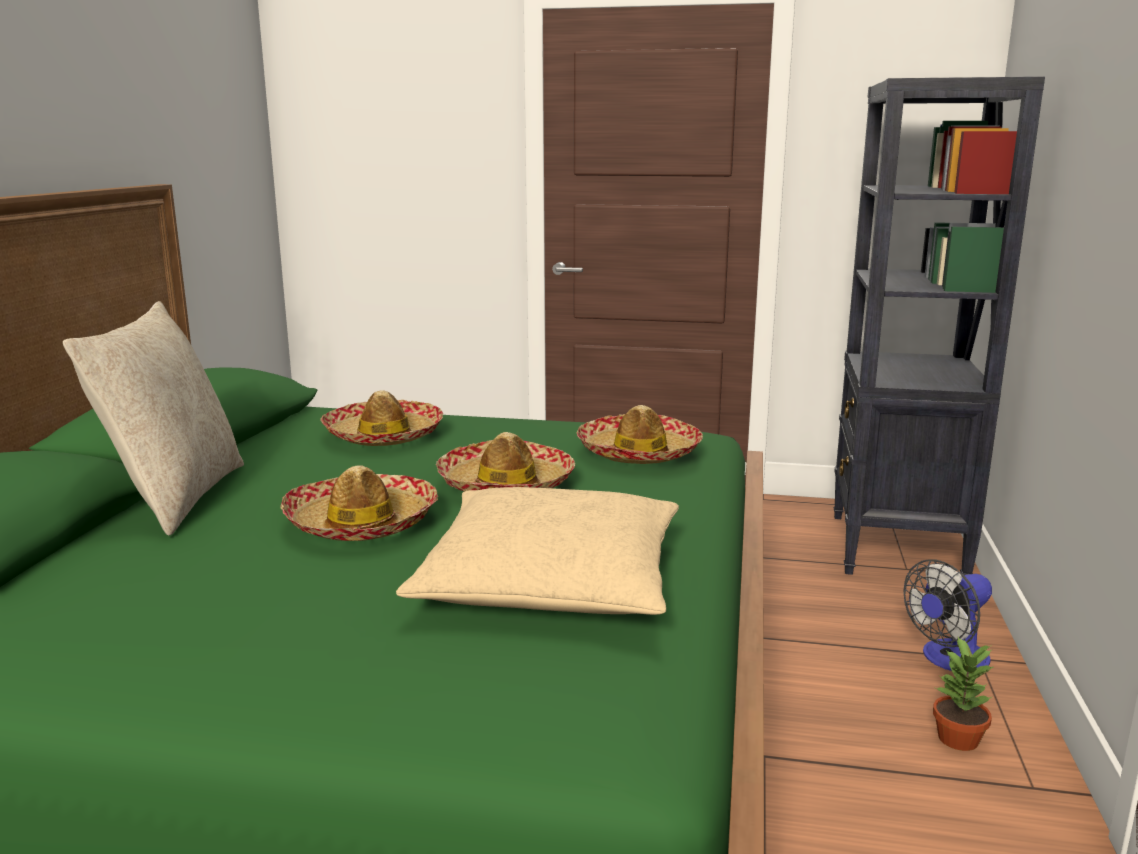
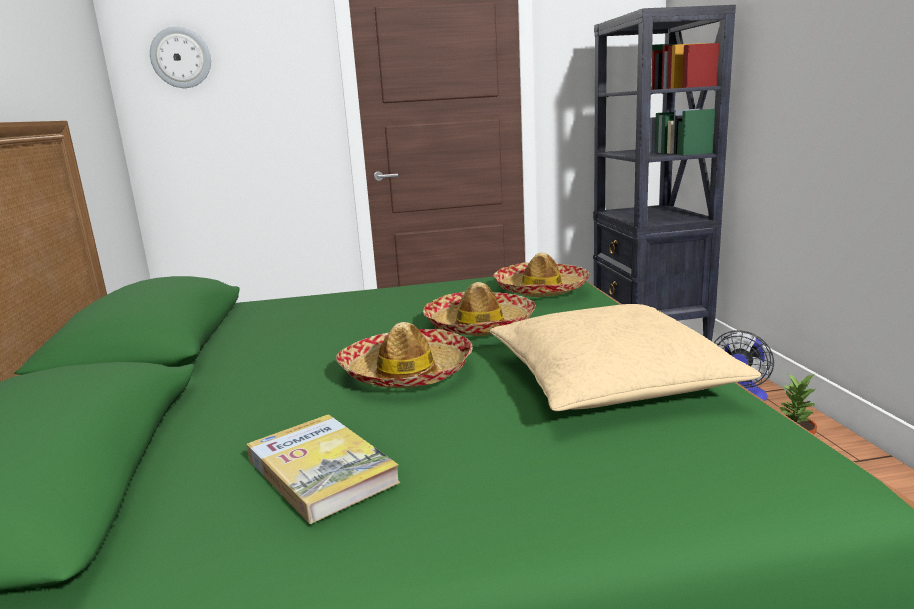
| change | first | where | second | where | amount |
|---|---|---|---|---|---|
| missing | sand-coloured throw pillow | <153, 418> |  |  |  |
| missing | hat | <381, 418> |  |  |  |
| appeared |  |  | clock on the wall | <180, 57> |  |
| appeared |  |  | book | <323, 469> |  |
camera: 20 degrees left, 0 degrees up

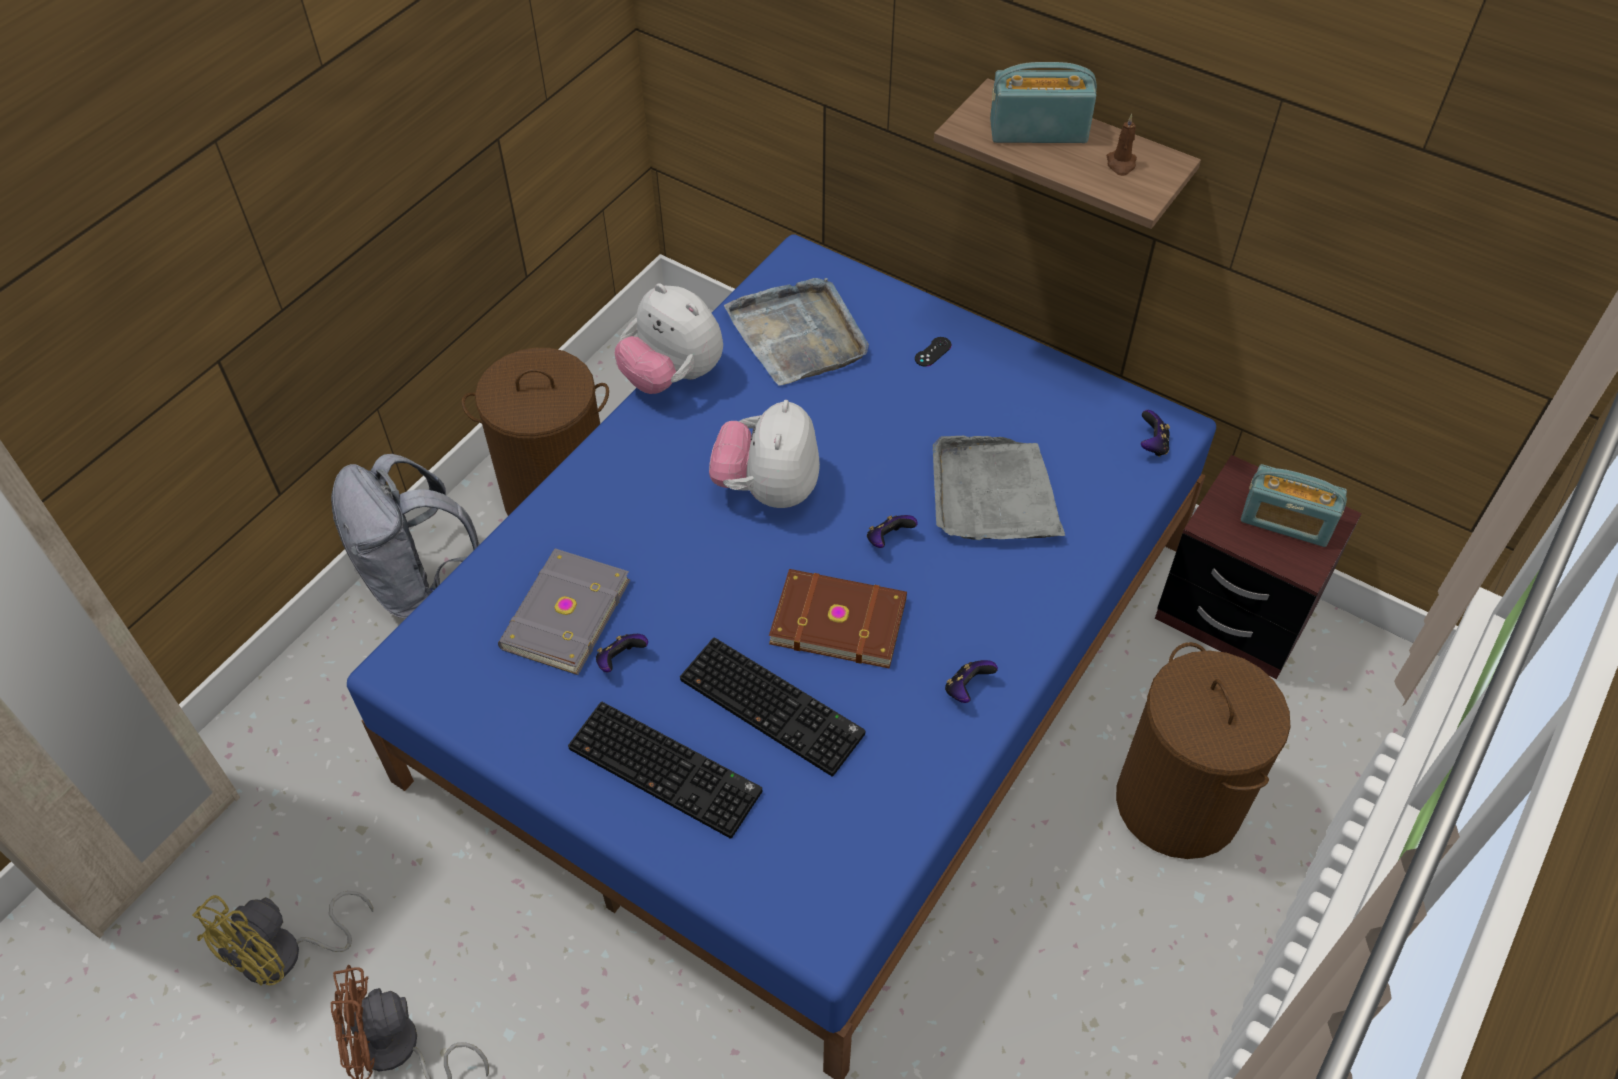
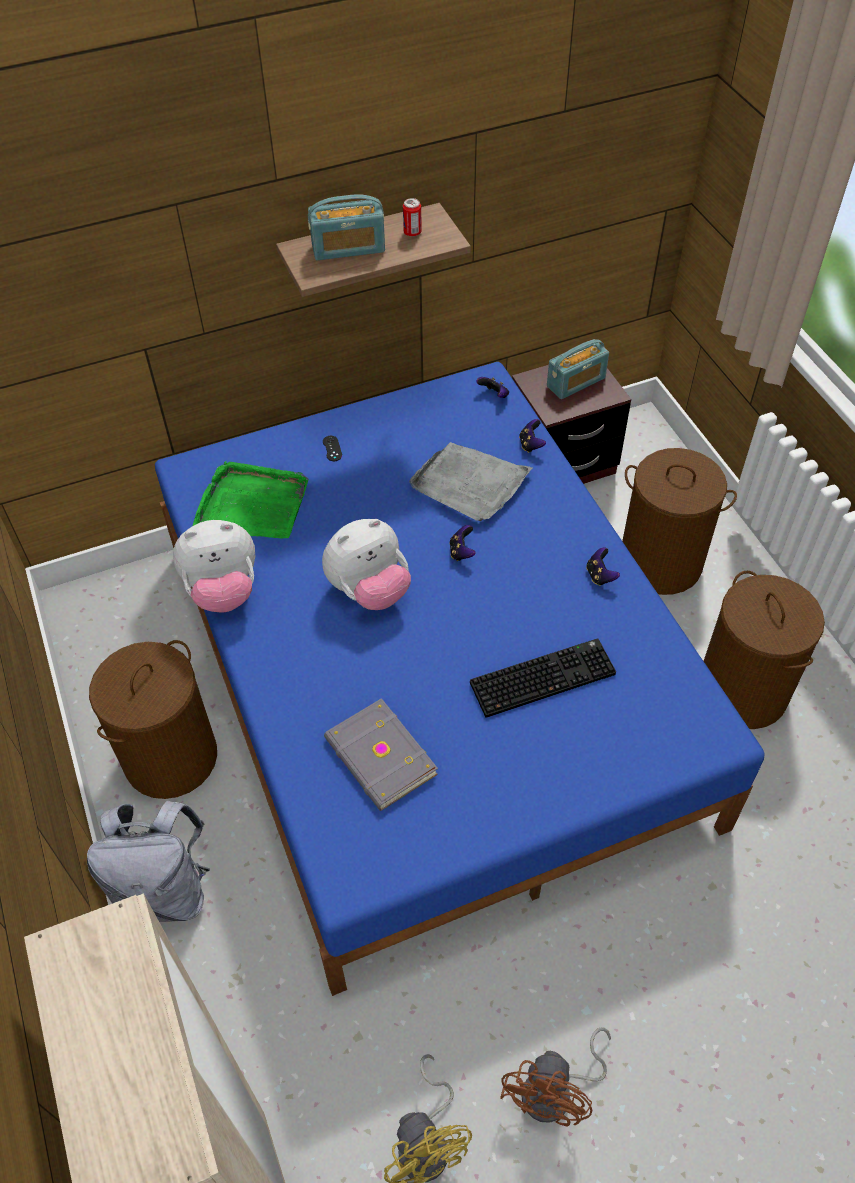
| change | first | where | second | where | amount |
|---|---|---|---|---|---|
| spun | radio receiver | <1043, 102> |  | <346, 227> | 135 degrees counterclockwise |
| exchanged | brownish wax candle | <1122, 145> | sealed can | <412, 217> |  |
| colour | greyish carrying tray | <796, 332> | green-coloured carrying tray | <251, 500> |  |
| spun | soft toy | <764, 454> |  | <366, 564> | 75 degrees counterclockwise |
| missing | brownish book | <838, 619> |  |  |  |
| relocated | game controller | <622, 653> |  | <532, 436> |  |
| missing | PC keyboard | <665, 770> |  |  |  |
| appeared |  |  | brownish hamper | <764, 650> |  |
camera: 55 degrees left, 0 degrees up

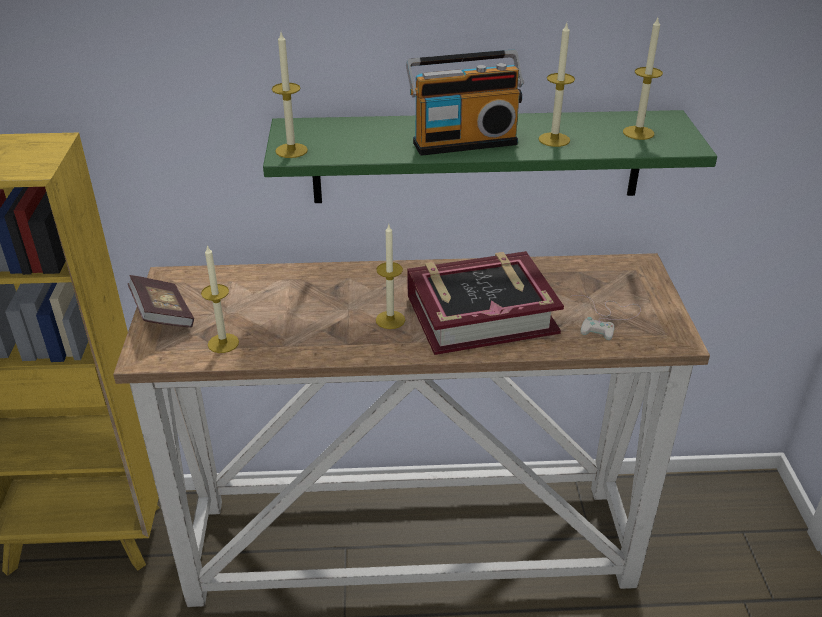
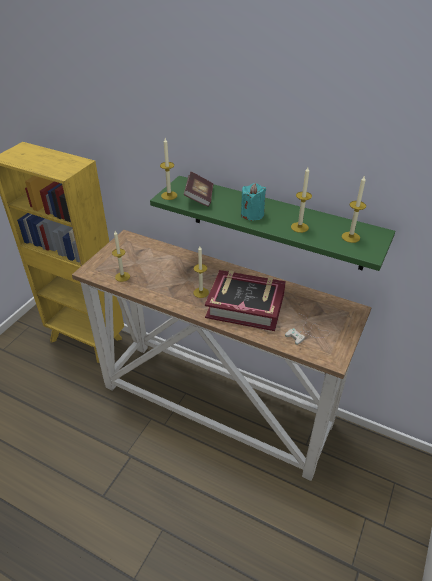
| change | first | where | second | where | amount |
|---|---|---|---|---|---|
| exchanged | radio receiver | <465, 102> | turquoise-coloured wax candle | <253, 202> |  |
| relocated | book | <161, 301> |  | <199, 189> |  |
camera: 30 degrees right, 5 degrees up

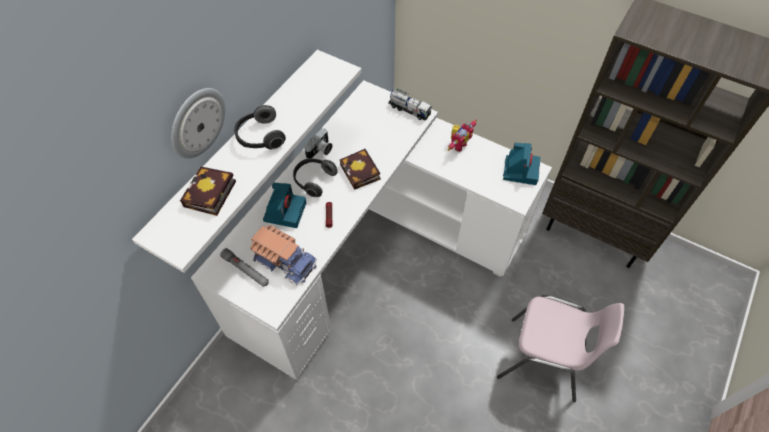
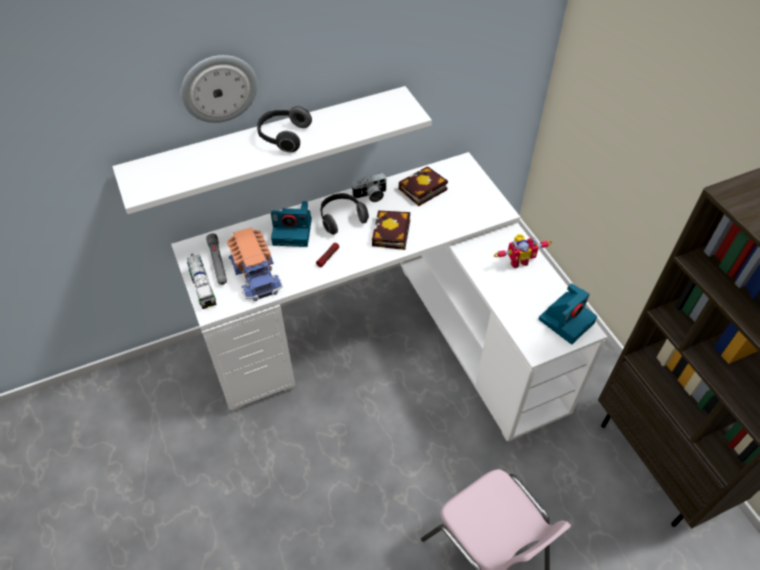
| change | first | where | second | where | amount |
|---|---|---|---|---|---|
| relocated | toy truck | <410, 104> |  | <202, 281> |  |
| relocated | book | <208, 191> |  | <423, 186> |  |
| spun | still camera | <284, 205> |  | <291, 224> | 45 degrees clockwise |
camera: 35 degrees right, 5 degrees down

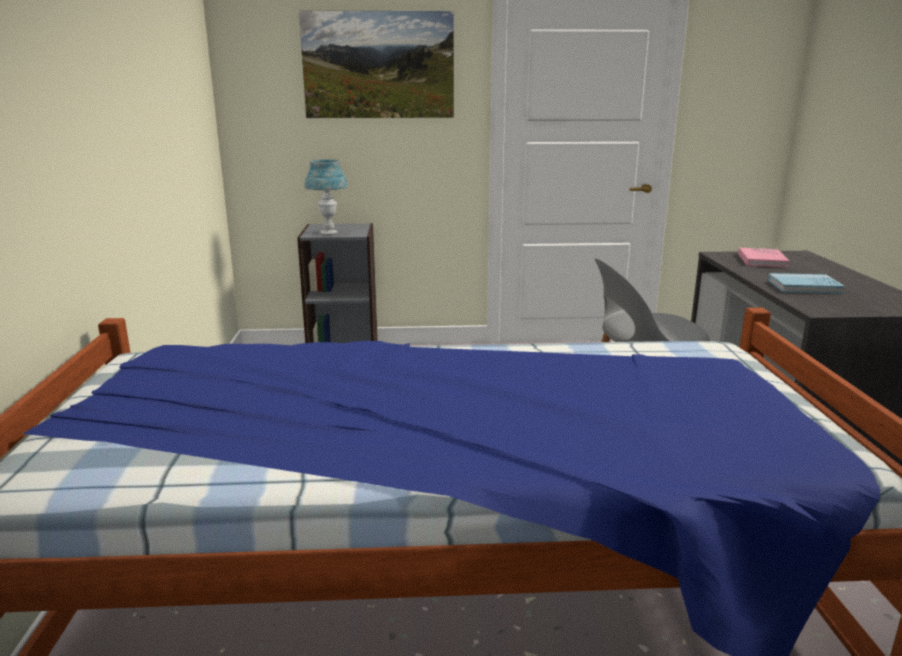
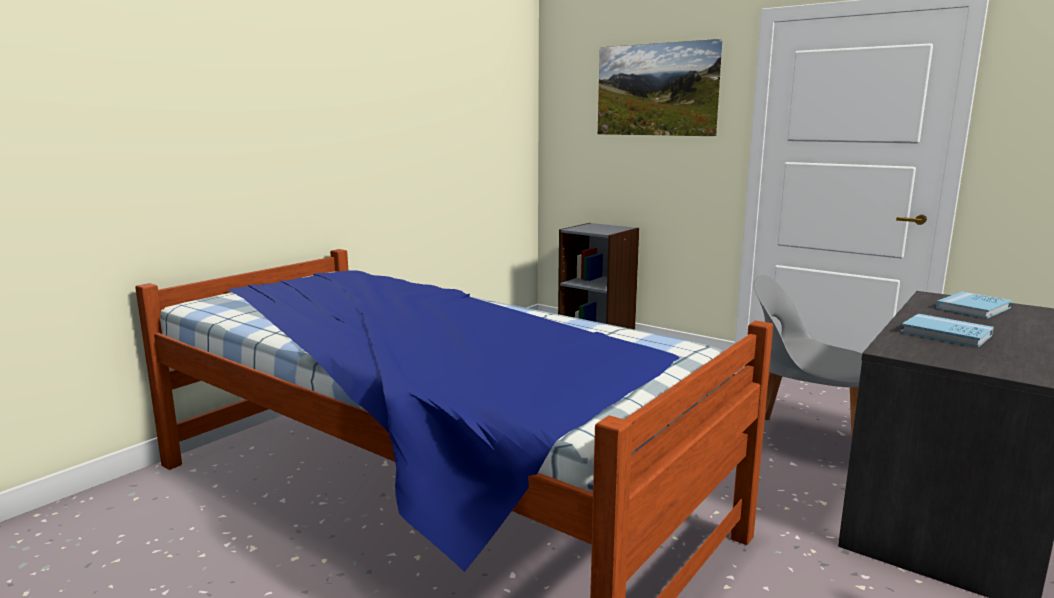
| change | first | where | second | where | amount |
|---|---|---|---|---|---|
| missing | blue tabletop lamp | <326, 197> |  |  |  |
| colour | pink-coloured book | <763, 258> | blue book | <974, 305> |  |
camera: 40 degrees right, 5 degrees down

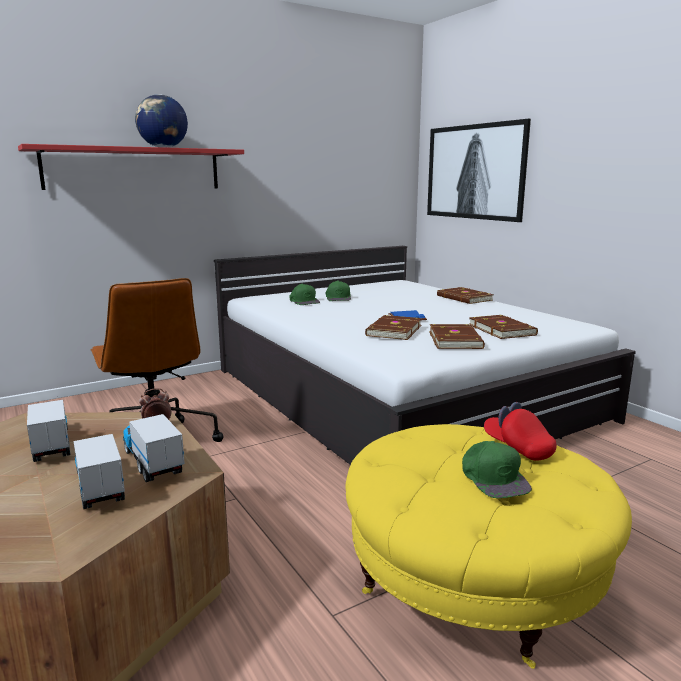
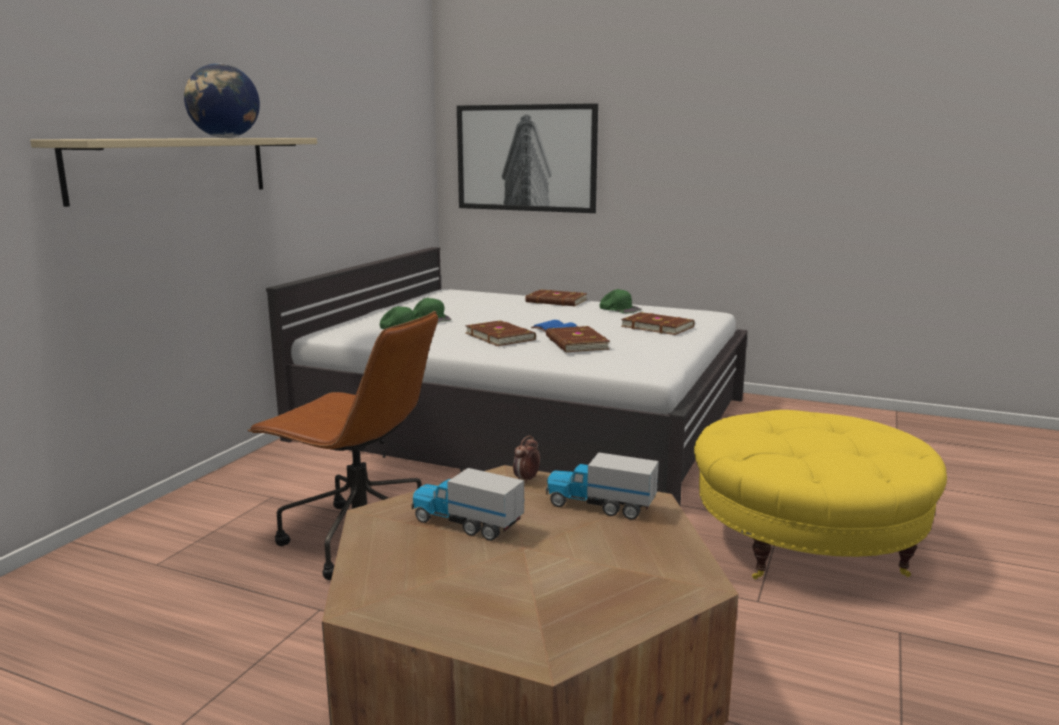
| change | first | where | second | where | amount |
|---|---|---|---|---|---|
| colour | red shelf | <131, 167> | sand-coloured shelf | <173, 172> |  |
| relocated | brownish book | <457, 336> |  | <501, 333> |  |
| missing | red cap | <520, 431> |  |  |  |
| missing | toy truck | <99, 471> |  |  |  |
| relocated | green-coloured cap | <497, 469> |  | <621, 301> |  |
camera: 35 degrees left, 0 degrees up

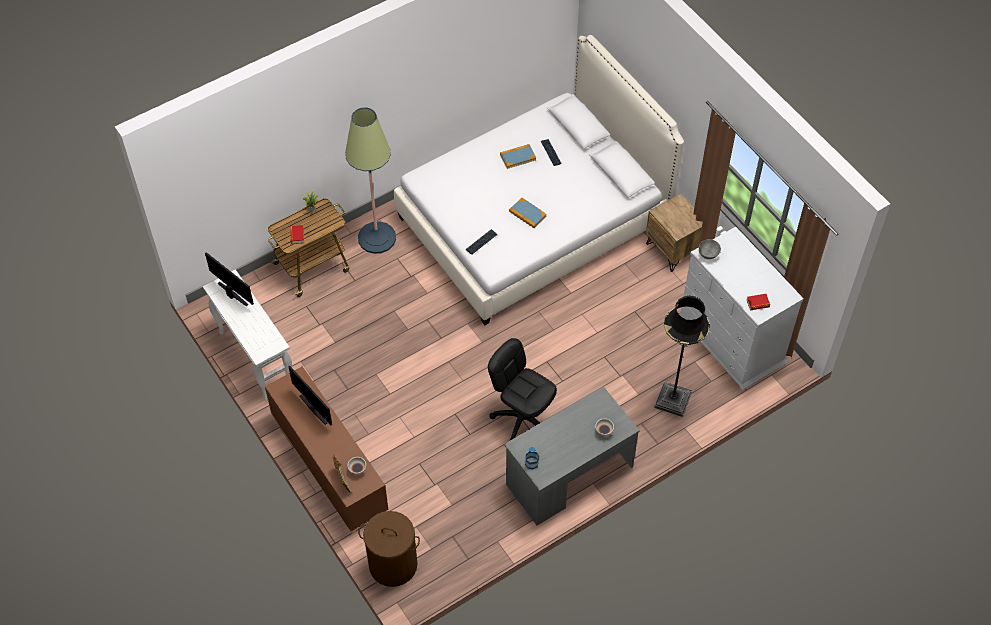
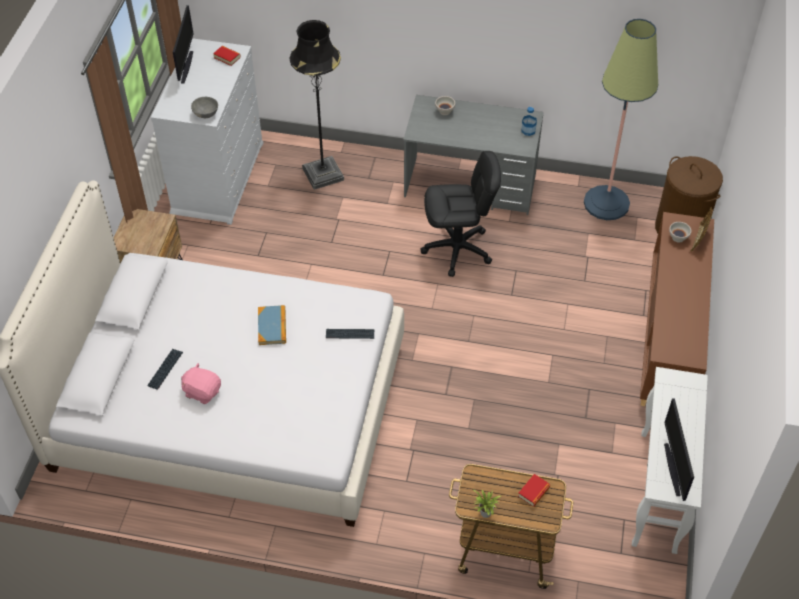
| change | first | where | second | where | amount |
|---|---|---|---|---|---|
| relocated | standing lamp | <370, 180> |  | <621, 119> |  |
| exchanged | book | <518, 156> | pink-coloured soft toy | <201, 383> |  |
| spun | black computer chair | <522, 389> |  | <460, 214> | 90 degrees counterclockwise |
| relocated | monitor | <310, 395> |  | <183, 44> |  |
camera: 135 degrees left, 5 degrees down

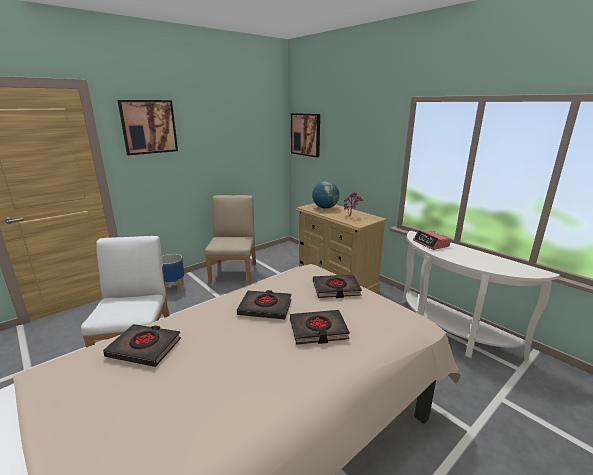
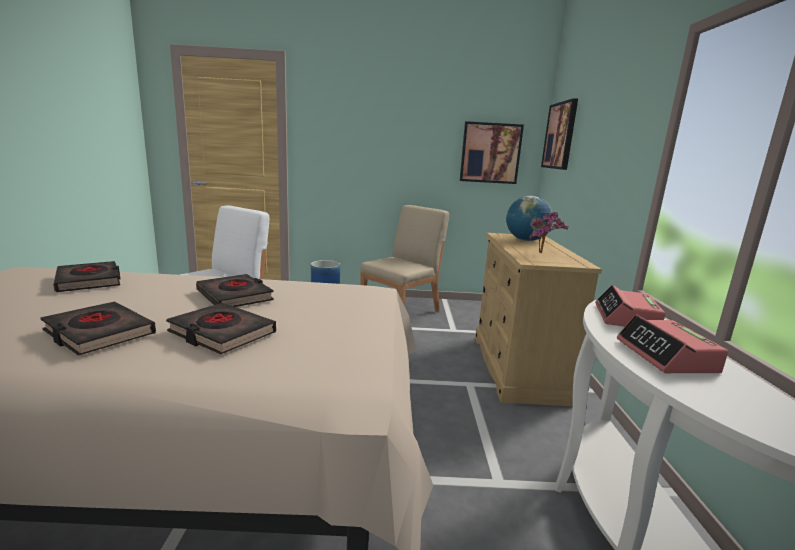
| change | first | where | second | where | amount |
|---|---|---|---|---|---|
| relocated | wall picture | <148, 127> |  | <492, 152> |  |
| relocated | black book | <337, 286> |  | <98, 329> |  |
| appeared |  |  | bedside clock | <672, 344> |  |
camera: 40 degrees right, 5 degrees down

